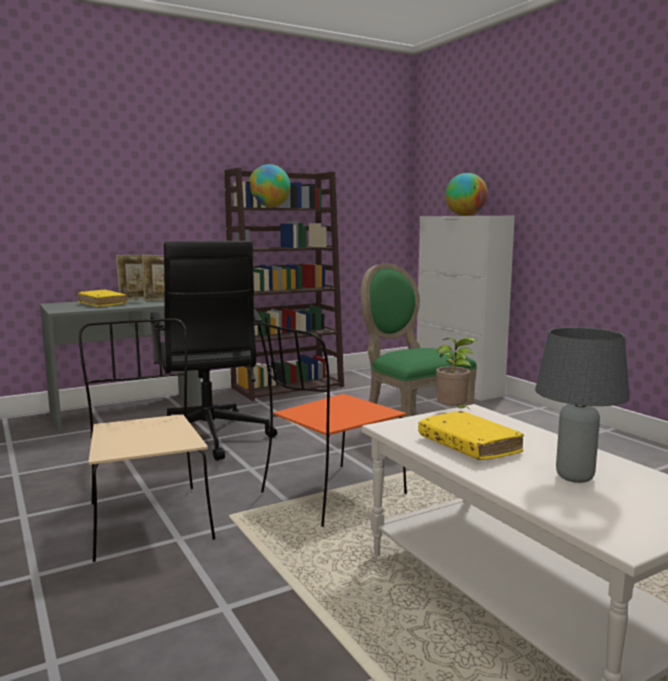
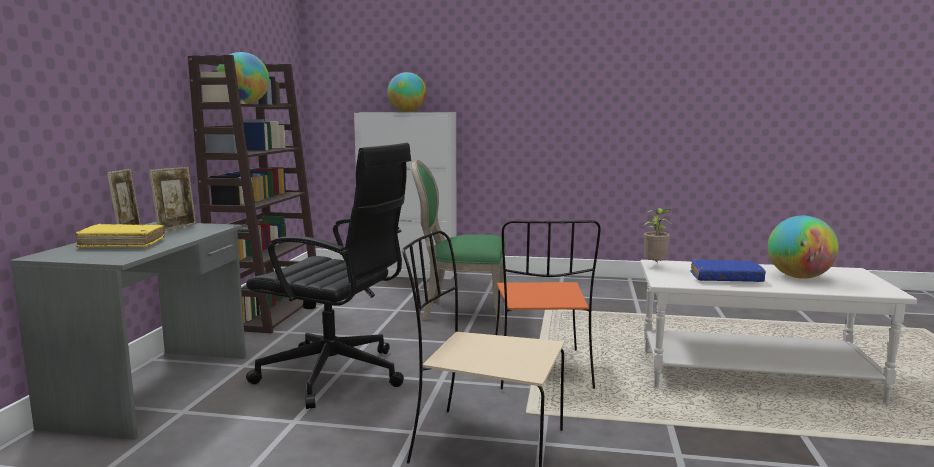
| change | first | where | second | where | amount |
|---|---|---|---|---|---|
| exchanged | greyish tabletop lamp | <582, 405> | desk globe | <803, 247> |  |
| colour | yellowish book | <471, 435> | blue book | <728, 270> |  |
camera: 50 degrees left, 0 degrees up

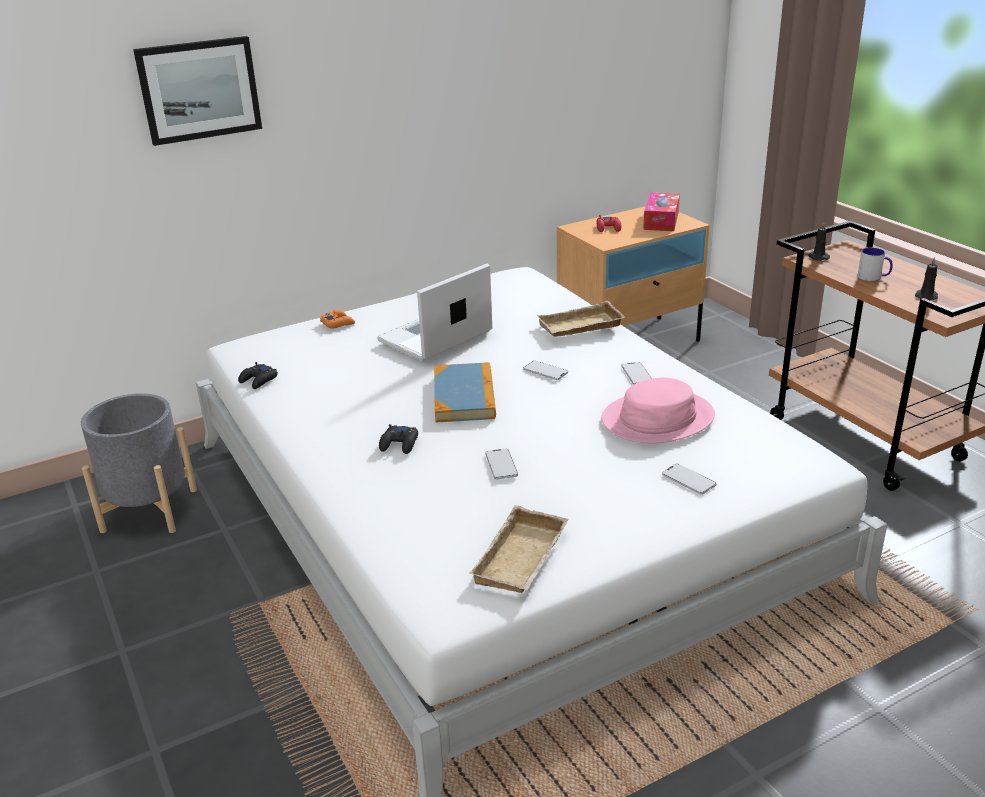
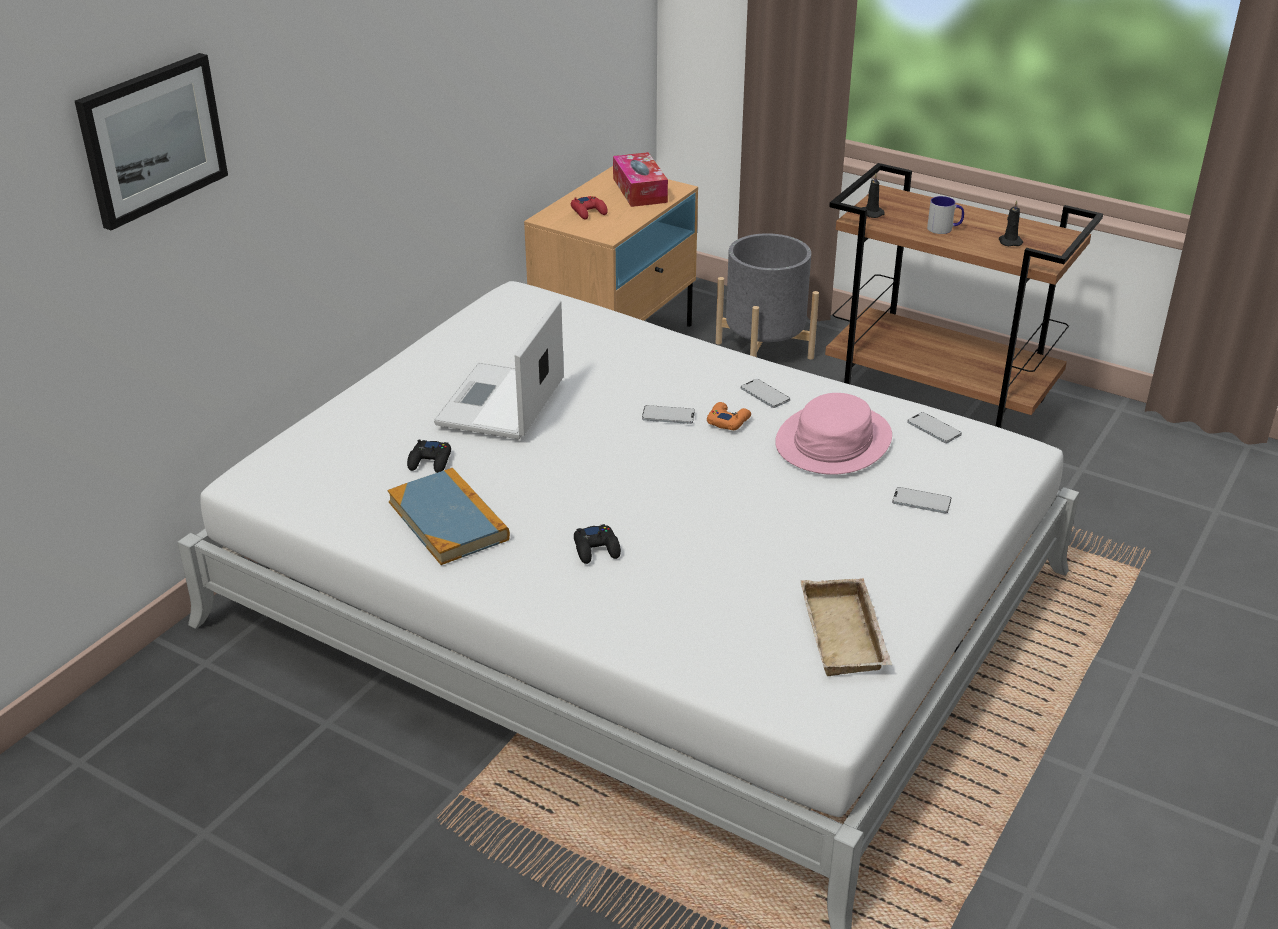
| change | first | where | second | where | amount |
|---|---|---|---|---|---|
| missing | sand-coloured carrying tray | <581, 319> |  |  |  |
| relocated | orange-coloured game controller | <337, 319> |  | <729, 416> |  |
| relocated | black game controller | <258, 375> |  | <429, 456> |  |
| relocated | book | <465, 392> |  | <448, 516> |  |
| relocated | greyish plant pot | <139, 463> |  | <767, 296> |  |
| relocated | handset | <501, 463> |  | <934, 427> |  |
camera: 30 degrees left, 5 degrees up

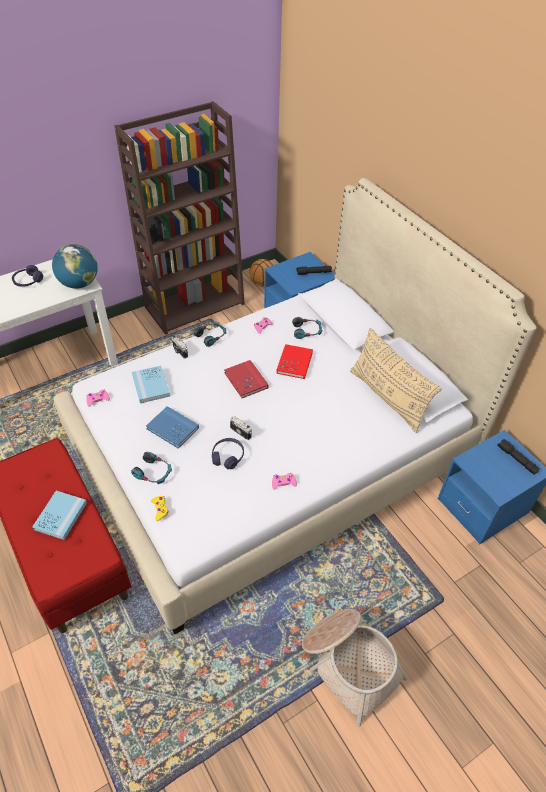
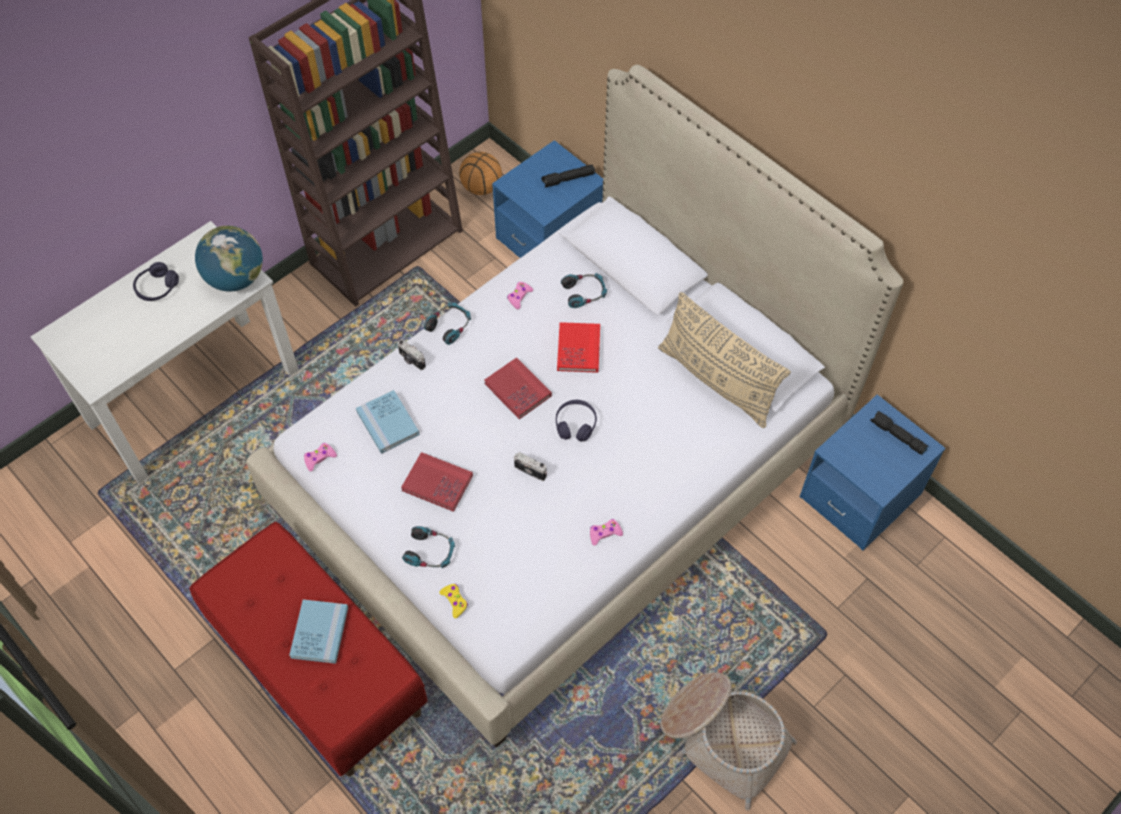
| change | first | where | second | where | amount |
|---|---|---|---|---|---|
| colour | blue book | <172, 427> | red book | <437, 482> |  |
| relocated | purple headset | <228, 453> |  | <576, 421> |  |
camera: 10 degrees left, 10 degrees up

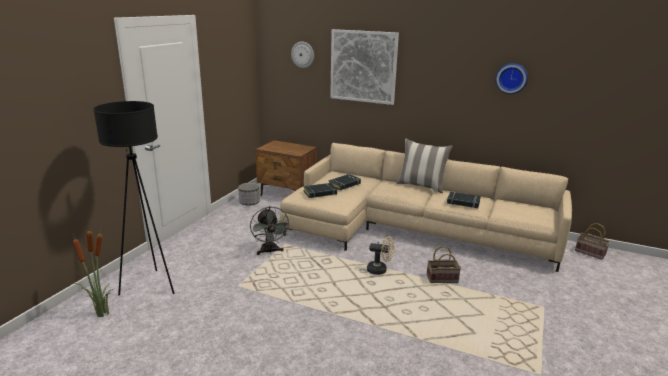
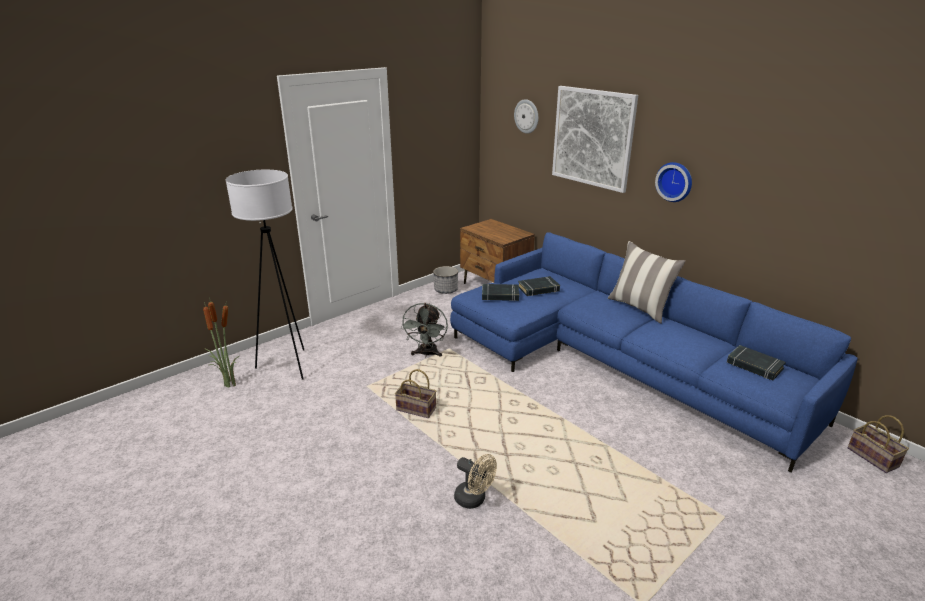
| change | first | where | second | where | amount |
|---|---|---|---|---|---|
| relocated | clock on the wall | <511, 78> |  | <673, 182> |  |
| colour | black standing lamp | <133, 198> | white-coloured standing lamp | <264, 275> |  |
| colour | sand-coloured couch | <426, 207> | blue couch | <654, 352> |  |
| relocated | black book | <464, 200> |  | <756, 362> |  |
| relocated | sand-coloured cooling fan | <380, 255> |  | <475, 481> |  |
| relocated | basket | <444, 264> |  | <415, 393> |  |
camera: 25 degrees right, 5 degrees up

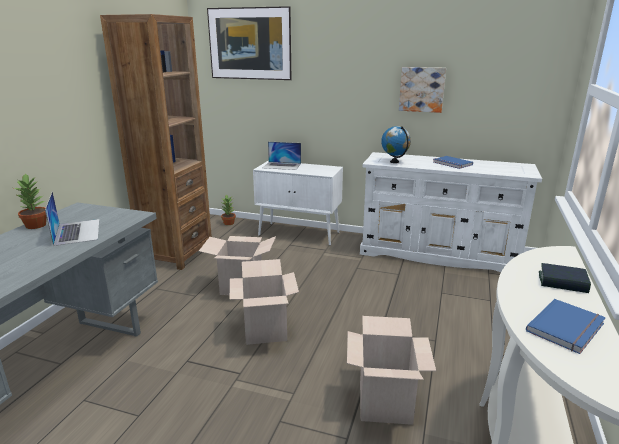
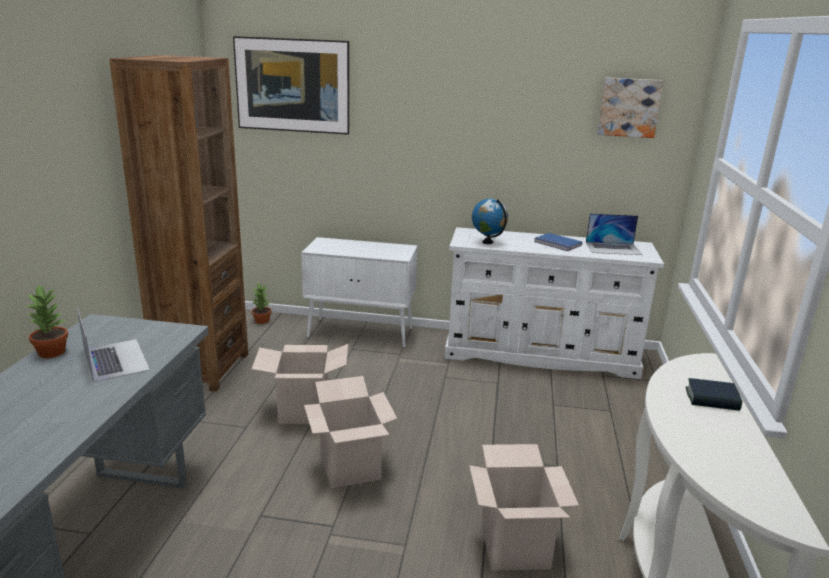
| change | first | where | second | where | amount |
|---|---|---|---|---|---|
| relocated | wall picture | <422, 90> |  | <630, 107> |  |
| relocated | notebook computer | <282, 156> |  | <614, 234> |  |
| missing | blue book | <566, 326> |  |  |  |
camera: 10 degrees left, 0 degrees up

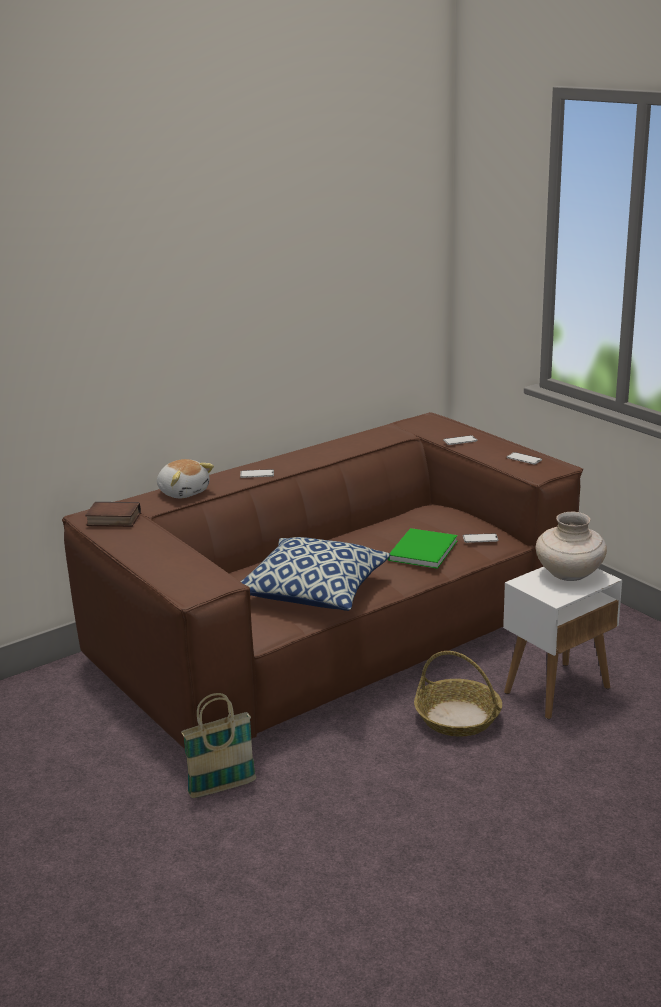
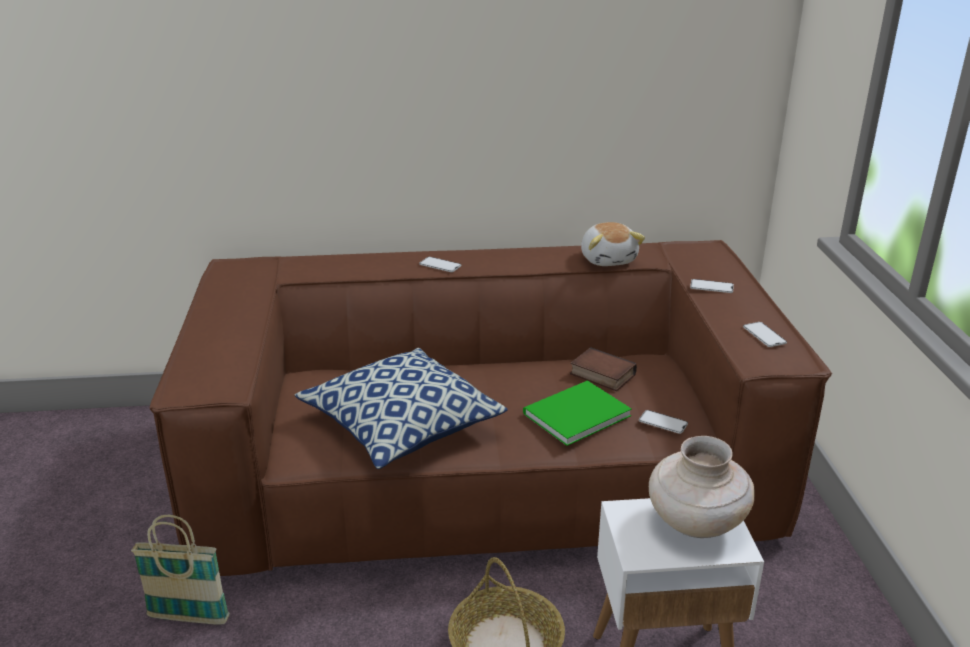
| change | first | where | second | where | amount |
|---|---|---|---|---|---|
| relocated | soft toy | <185, 478> |  | <613, 244> |  |
| relocated | book | <113, 514> |  | <603, 369> |  |
camera: 30 degrees right, 5 degrees up

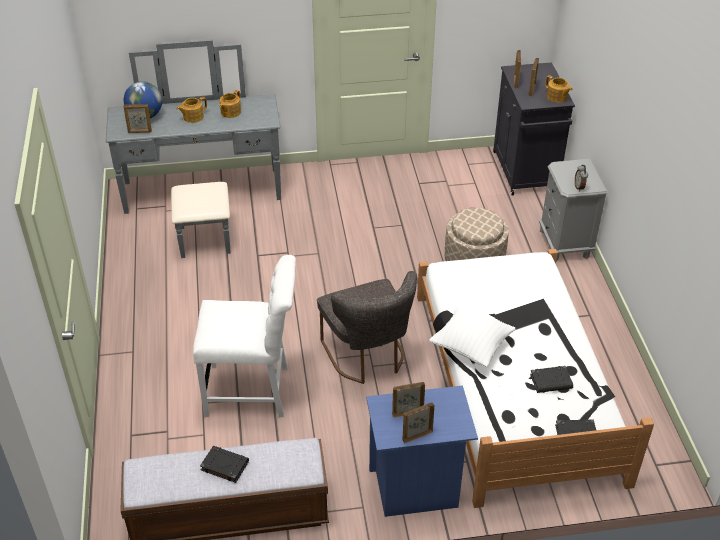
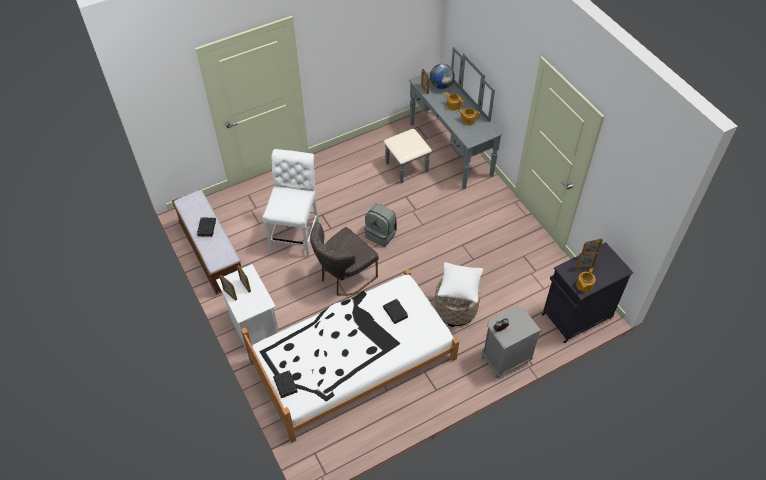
| change | first | where | second | where | amount |
|---|---|---|---|---|---|
| spun | white-coloured plain chair | <244, 336> |  | <290, 203> | 150 degrees counterclockwise |
| relocated | white-coloured throw pillow | <472, 335> |  | <460, 282> |  |
| relocated | black book | <551, 379> |  | <395, 311> |  |
| colour | blue nightstand | <422, 451> | white-coloured nightstand | <247, 306> |  |
| appeared |  |  | greyish knapsack | <380, 225> |  |
camera: 70 degrees right, 10 degrees up

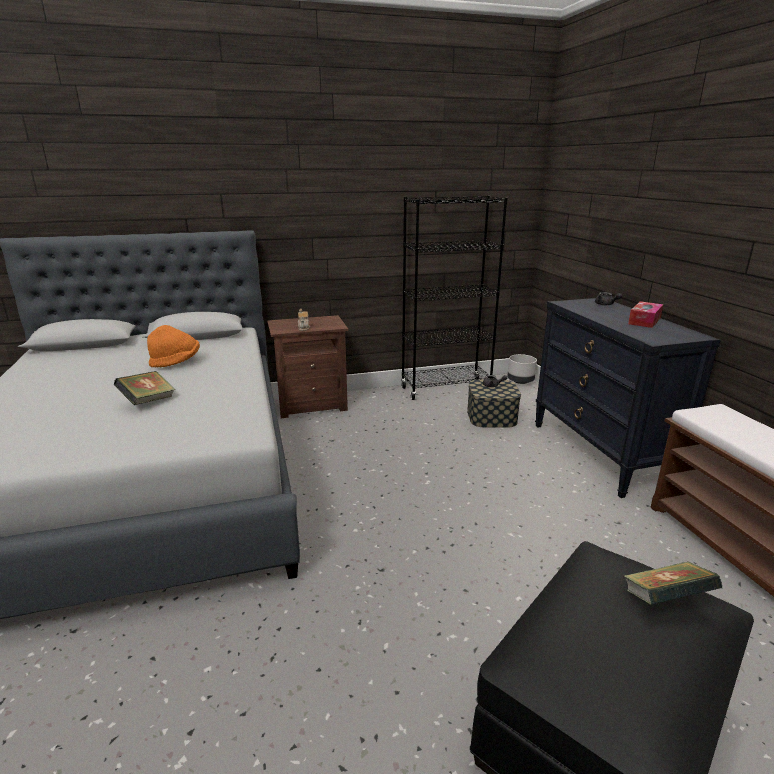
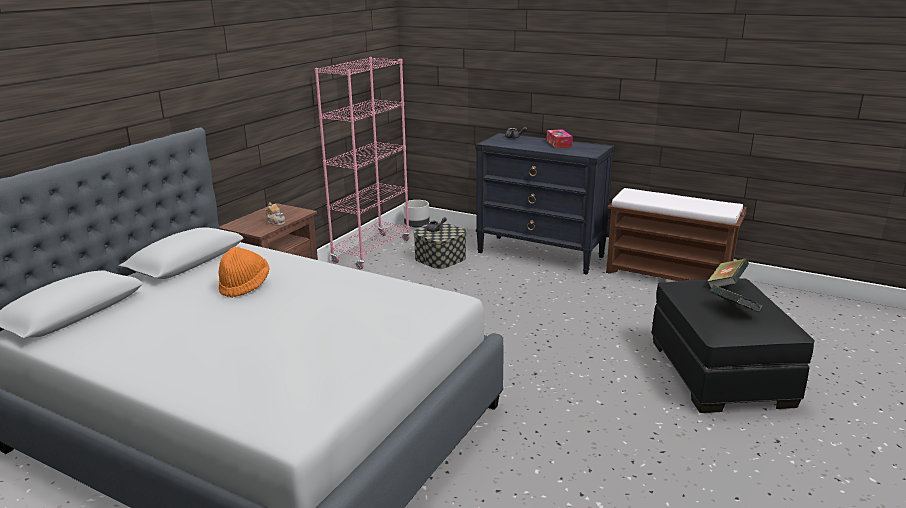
| change | first | where | second | where | amount |
|---|---|---|---|---|---|
| colour | black bookcase | <454, 297> | pink-coloured bookcase | <362, 163> |  |
| relocated | book | <145, 388> |  | <736, 298> |  |
camera: 45 degrees left, 0 degrees up

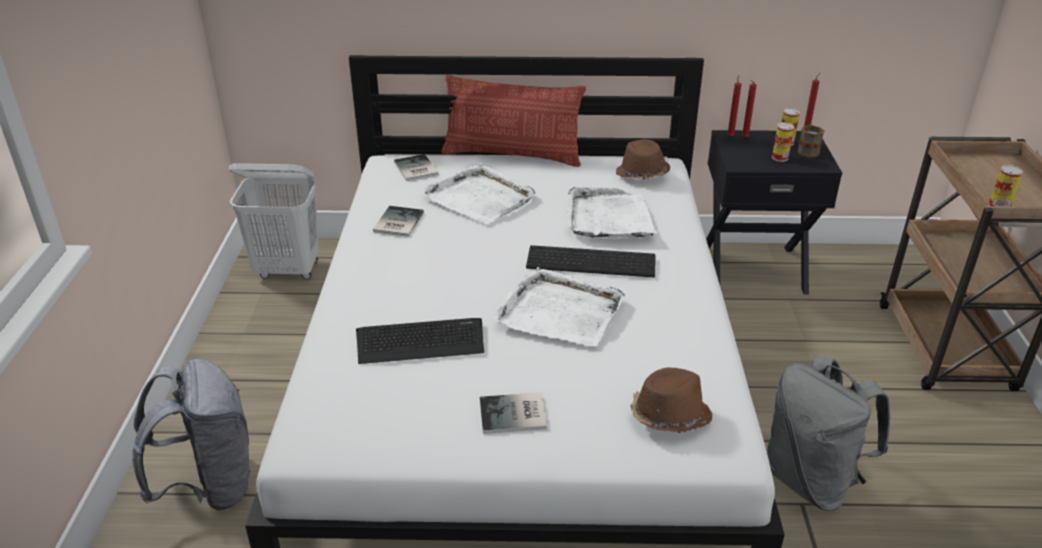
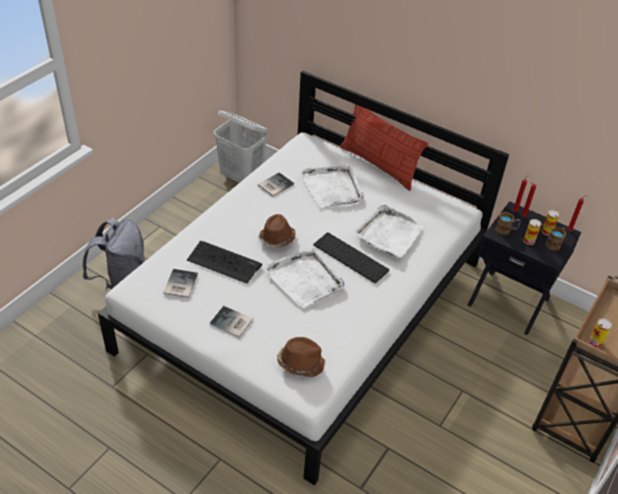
| change | first | where | second | where | amount |
|---|---|---|---|---|---|
| relocated | brownish hat | <643, 159> |  | <277, 230> |  |
| relocated | book | <416, 167> |  | <180, 283> |  |
| missing | greyish knapsack | <828, 433> |  |  |  |
| appeared |  |  | coffee mug | <508, 223> |  |
camera: 30 degrees right, 10 degrees up

